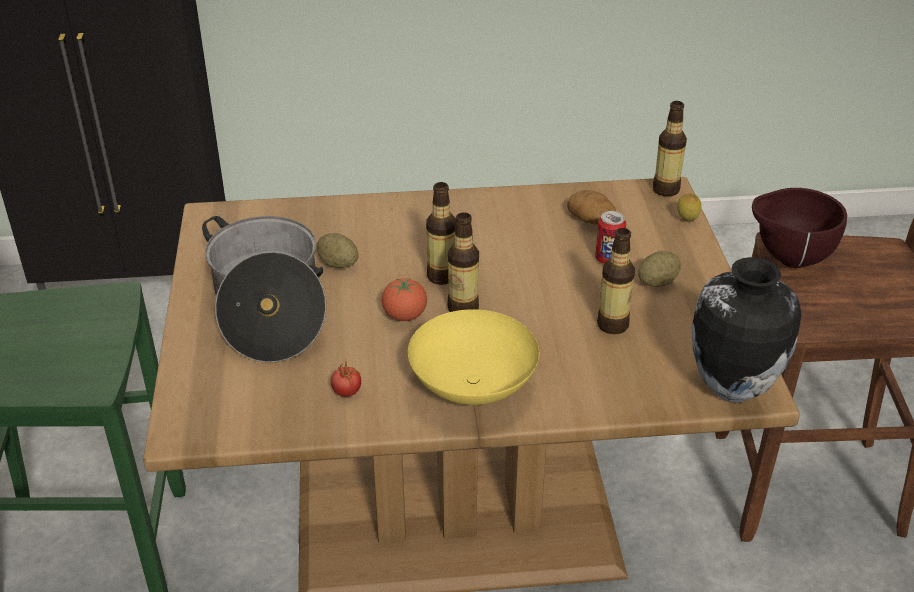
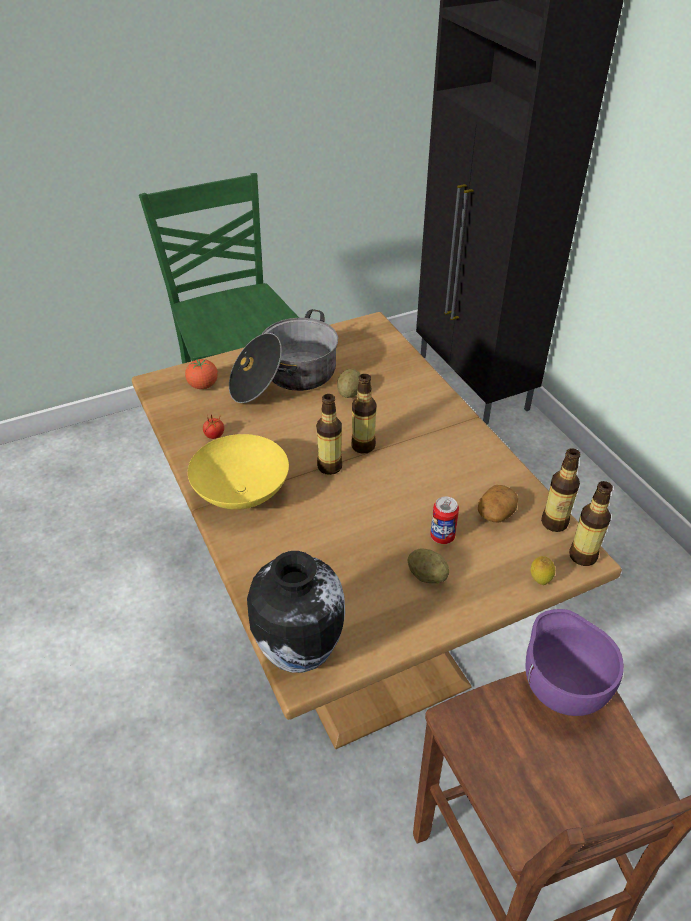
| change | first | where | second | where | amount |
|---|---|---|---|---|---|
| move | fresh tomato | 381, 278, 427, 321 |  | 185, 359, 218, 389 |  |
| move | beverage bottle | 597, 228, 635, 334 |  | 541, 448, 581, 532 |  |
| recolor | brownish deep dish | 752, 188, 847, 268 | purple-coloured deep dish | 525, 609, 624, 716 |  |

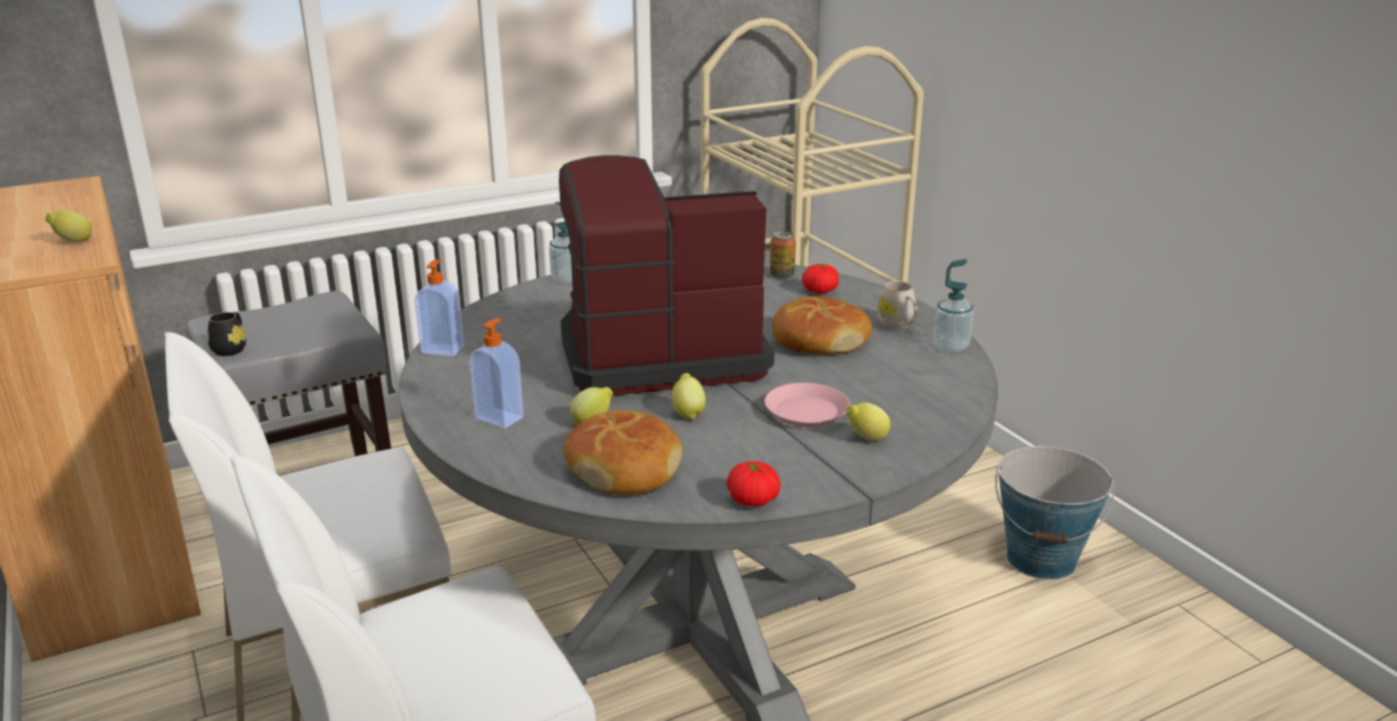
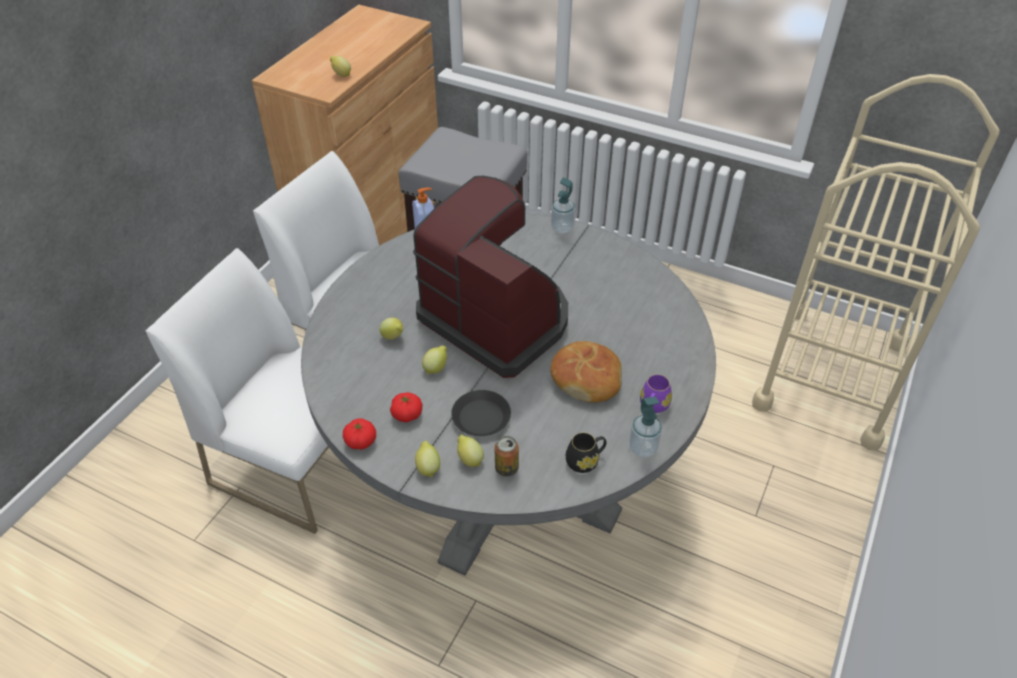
| change | first | where | second | where | amount |
|---|---|---|---|---|---|
| delete | soap bottle | 469, 318, 524, 429 |  |  |  |
| delete | baked bread | 563, 410, 682, 495 |  |  |  |
| delete | bucket | 995, 446, 1115, 580 |  |  |  |
| insert |  |  | whole lemon | 415, 441, 440, 477 |  |
| move | blackish coffee mug | 207, 312, 246, 356 |  | 566, 432, 606, 473 |  |
| move | metal can | 770, 231, 796, 279 |  | 494, 436, 519, 477 |  |
| move | fresh tomato | 802, 264, 839, 293 |  | 390, 392, 422, 422 |  |
| recolor | pink-coloured flat dish | 764, 383, 850, 427 | blackish flat dish | 451, 390, 511, 436 |  |
| recolor | white-coloured coffee mug | 877, 281, 918, 329 | purple-coloured coffee mug | 640, 374, 672, 413 |  |

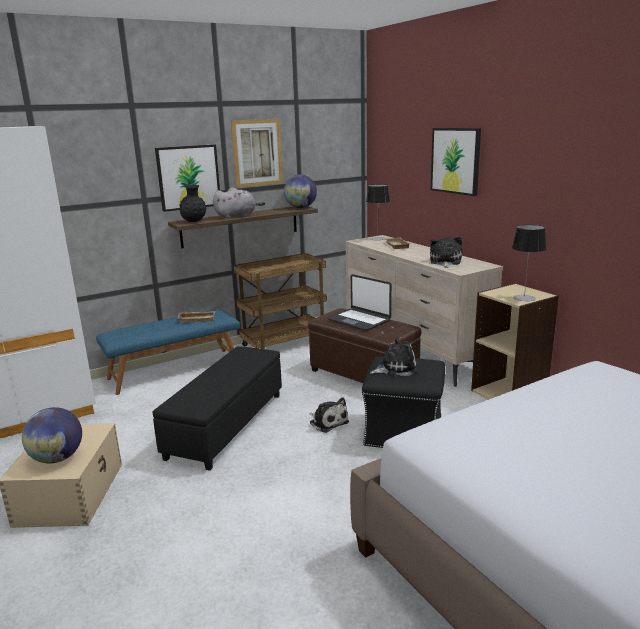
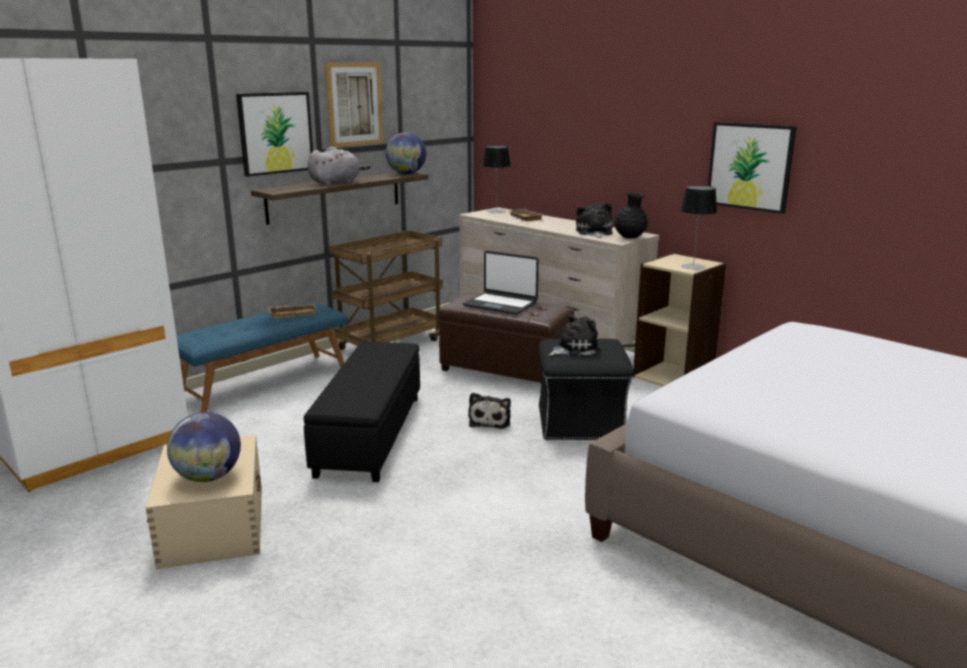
| change | first | where | second | where | amount |
|---|---|---|---|---|---|
| move | blackish flower vase | 179, 185, 206, 222 |  | 614, 192, 648, 239 |  |
| move | picture | 431, 128, 481, 196 |  | 708, 122, 797, 214 |  |
| rotate | soft toy | 309, 397, 349, 433 |  | 468, 393, 511, 429 | 60 degrees clockwise |

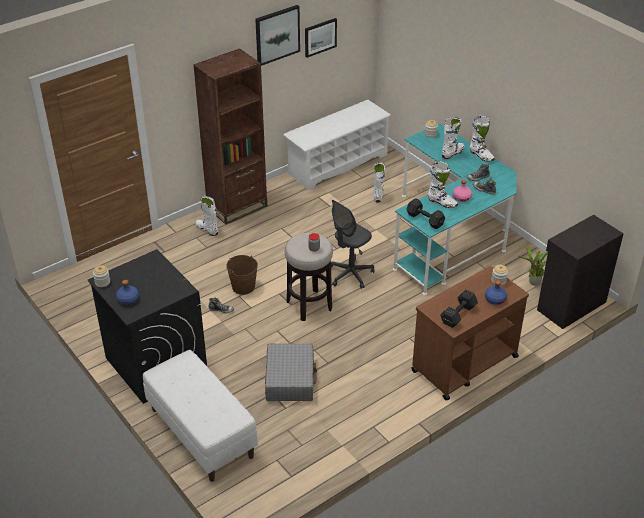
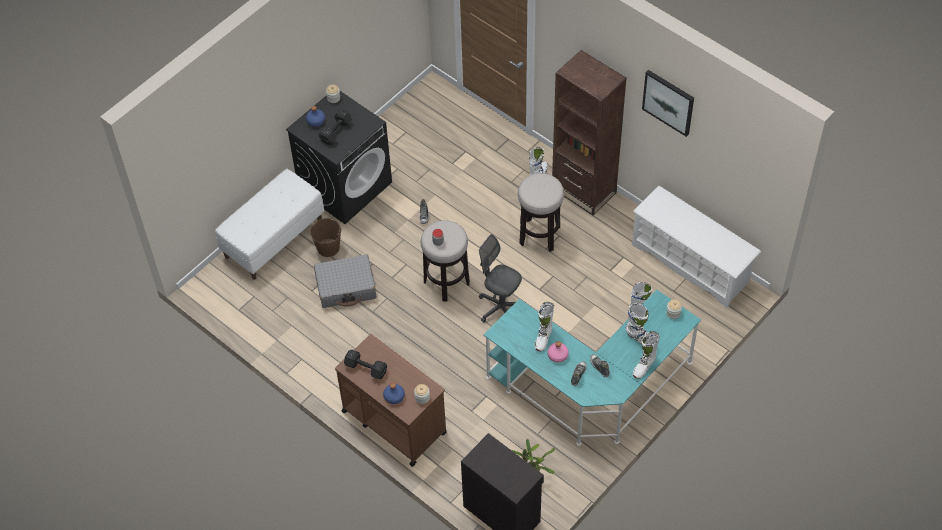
| change | first | where | second | where | amount |
|---|---|---|---|---|---|
| delete | picture | 305, 18, 337, 58 |  |  |  |
| insert |  |  | sitting stool | 518, 173, 564, 252 |  |
| move | brownish bucket | 226, 255, 258, 295 |  | 310, 218, 341, 257 |  |
| move | blackish hand weight | 407, 198, 445, 229 |  | 319, 109, 352, 145 |  |

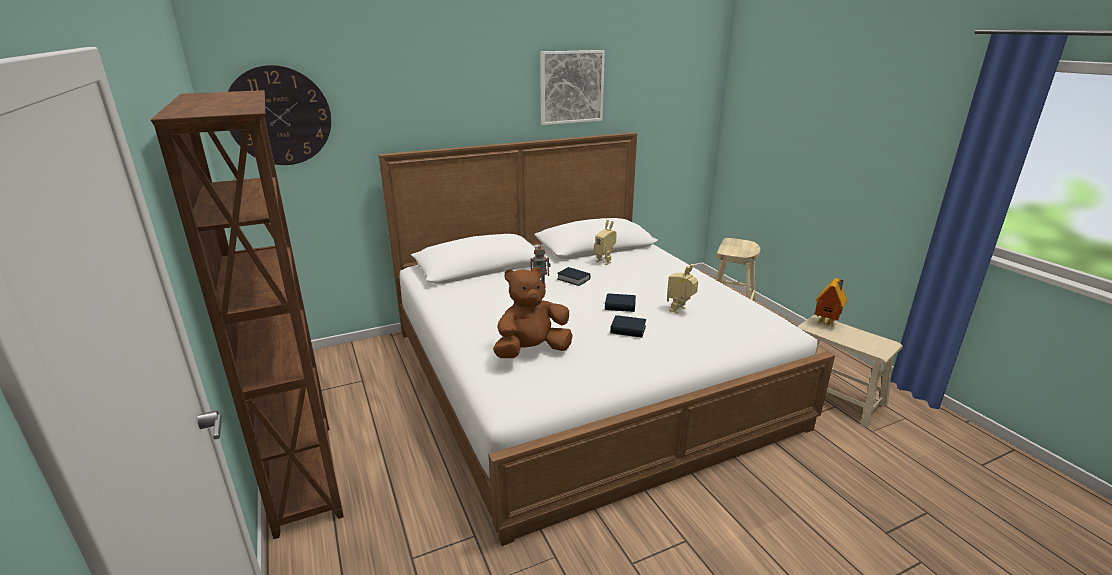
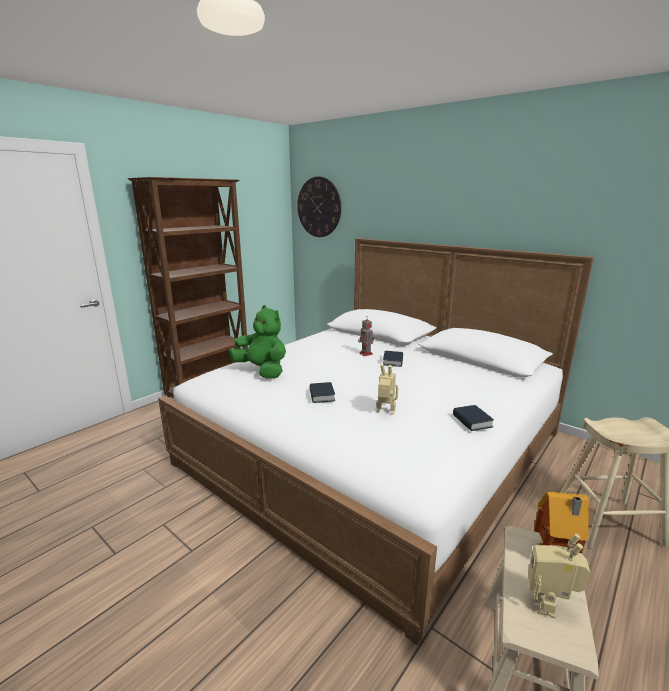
| change | first | where | second | where | amount |
|---|---|---|---|---|---|
| delete | picture | 540, 50, 605, 125 |  |  |  |
| move | toy robot | 594, 220, 617, 265 |  | 528, 534, 591, 618 |  |
| move | volume | 605, 294, 636, 312 |  | 453, 405, 494, 431 |  |
| recolor | brownish soft toy | 493, 267, 572, 358 | greenish soft toy | 229, 305, 286, 378 |  |

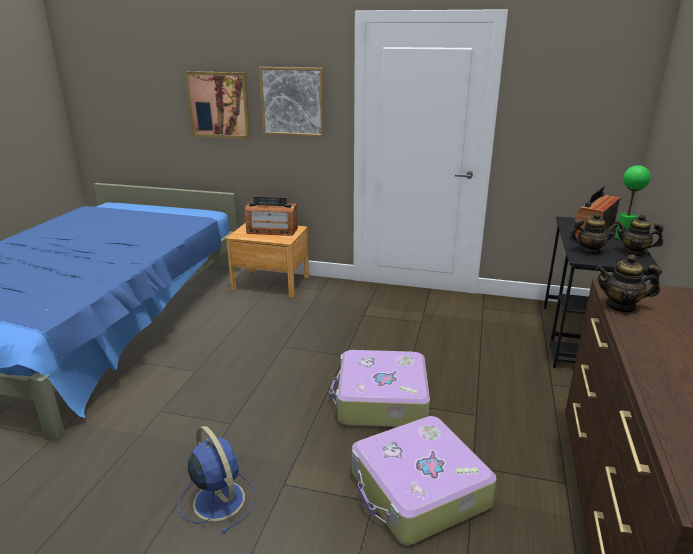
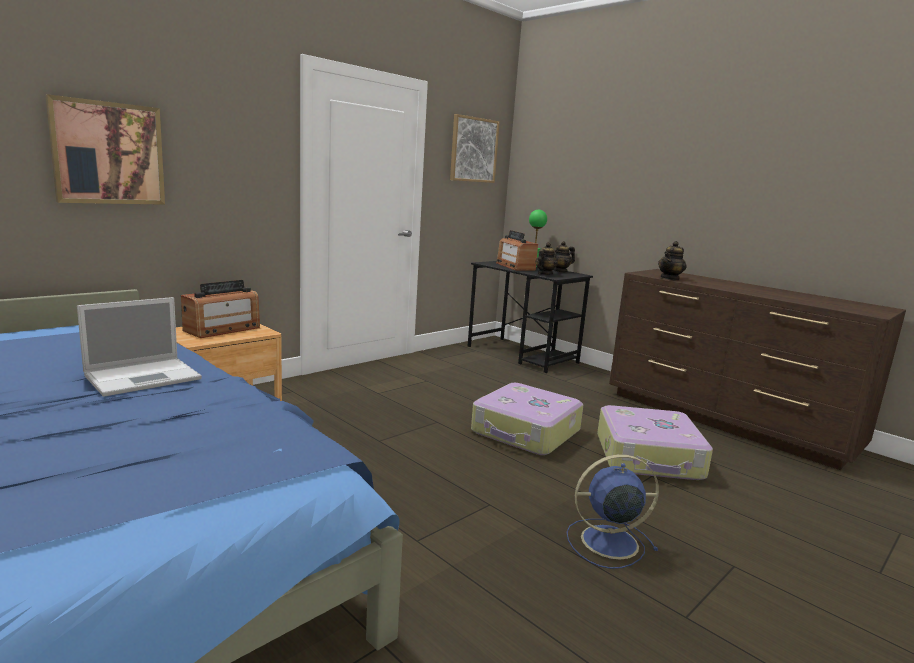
| change | first | where | second | where | amount |
|---|---|---|---|---|---|
| insert |  |  | portable computer | 77, 297, 202, 397 |  |
| move | picture | 259, 67, 325, 137 |  | 450, 114, 500, 183 |  |

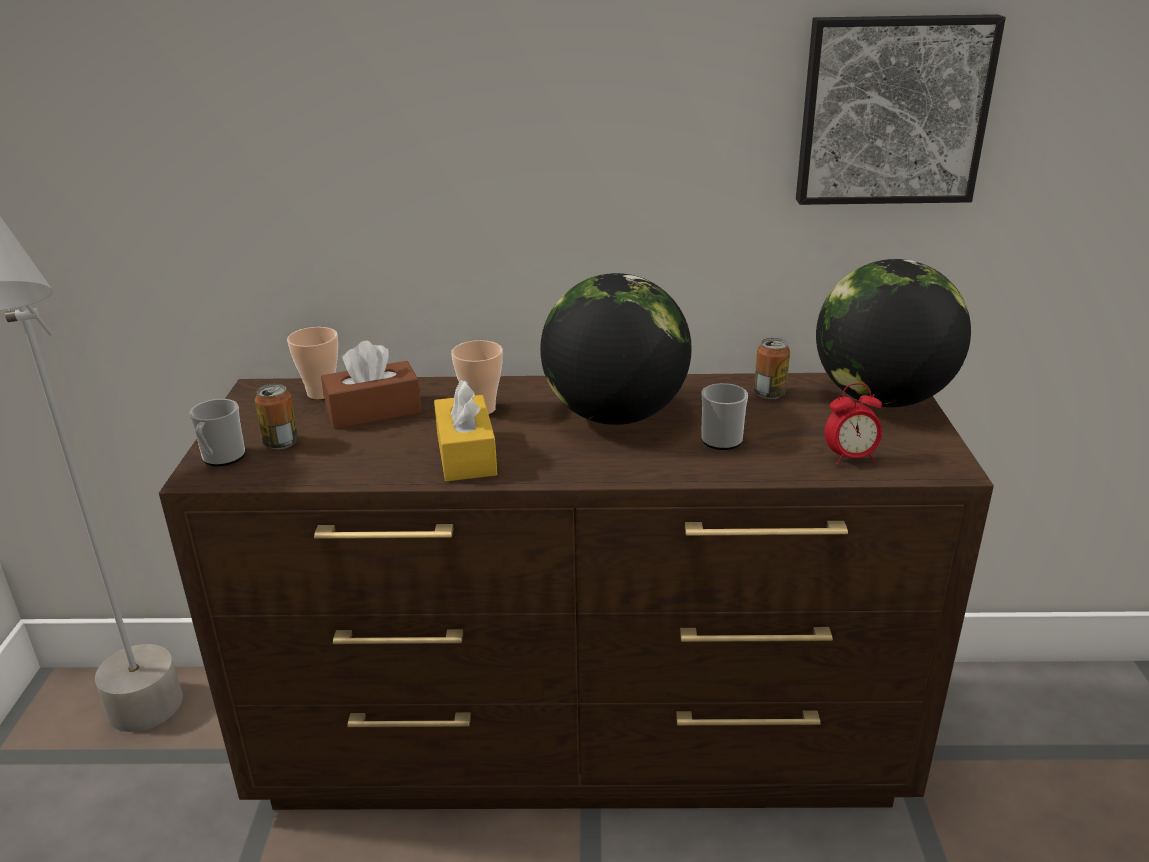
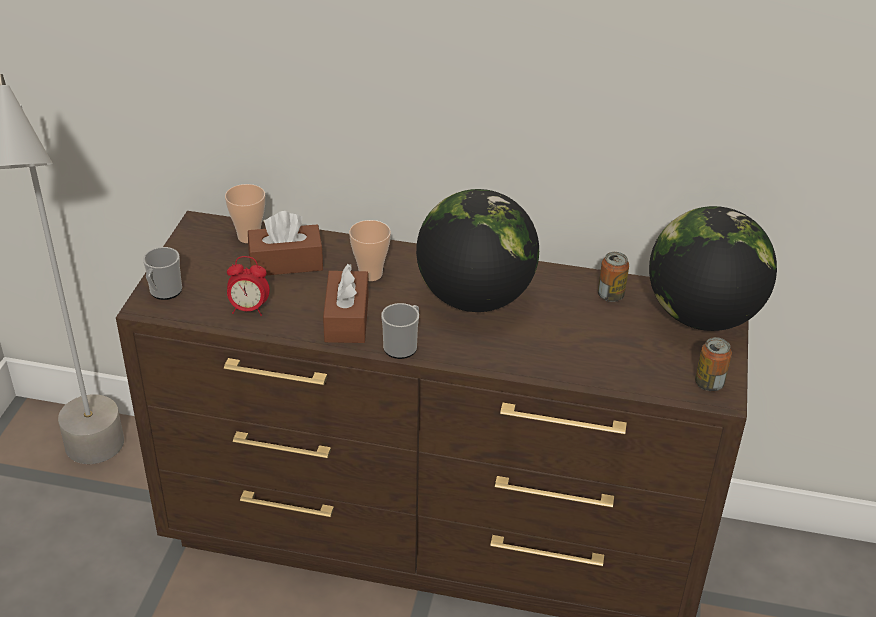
| change | first | where | second | where | amount |
|---|---|---|---|---|---|
| delete | picture | 796, 14, 1006, 205 |  |  |  |
| move | metal can | 255, 383, 298, 450 |  | 695, 337, 732, 391 |  |
| move | coffee mug | 701, 383, 748, 450 |  | 381, 303, 419, 359 |  |
| move | bedside clock | 824, 383, 882, 465 |  | 227, 256, 270, 316 |  |
| recolor | yellow tissue box | 434, 380, 497, 481 | brownish tissue box | 323, 264, 368, 343 |  |

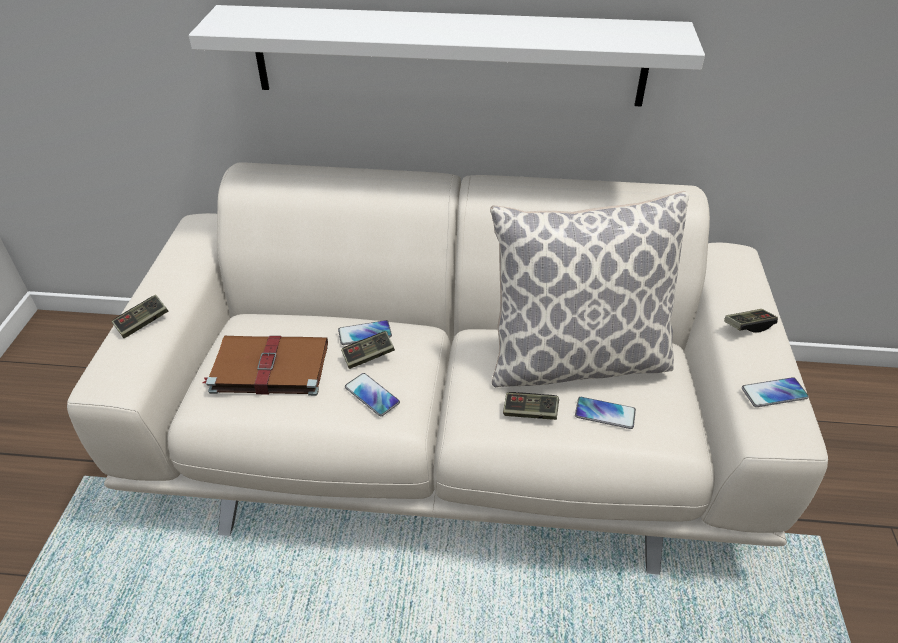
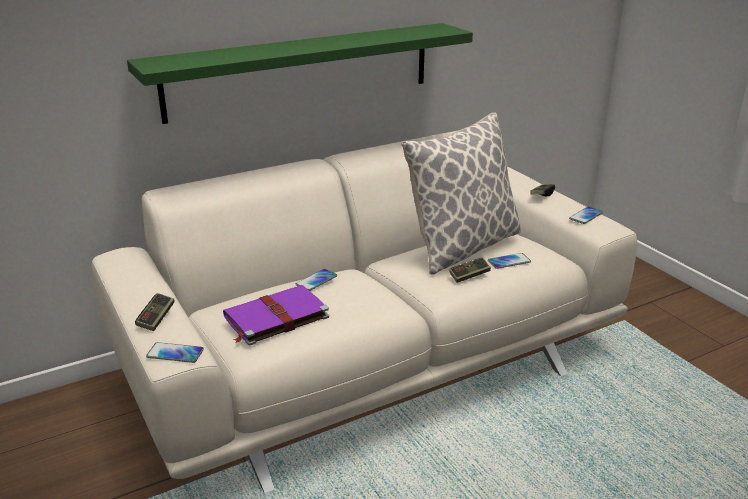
| change | first | where | second | where | amount |
|---|---|---|---|---|---|
| delete | gamepad | 341, 331, 395, 369 |  |  |  |
| move | handset | 345, 373, 400, 416 |  | 146, 342, 204, 363 |  |
| recolor | white-coloured wall shelf | 189, 5, 705, 107 | greenish wall shelf | 127, 23, 473, 124 |  |
| recolor | brownish volume | 202, 336, 328, 396 | purple-coloured volume | 223, 285, 329, 345 |  |

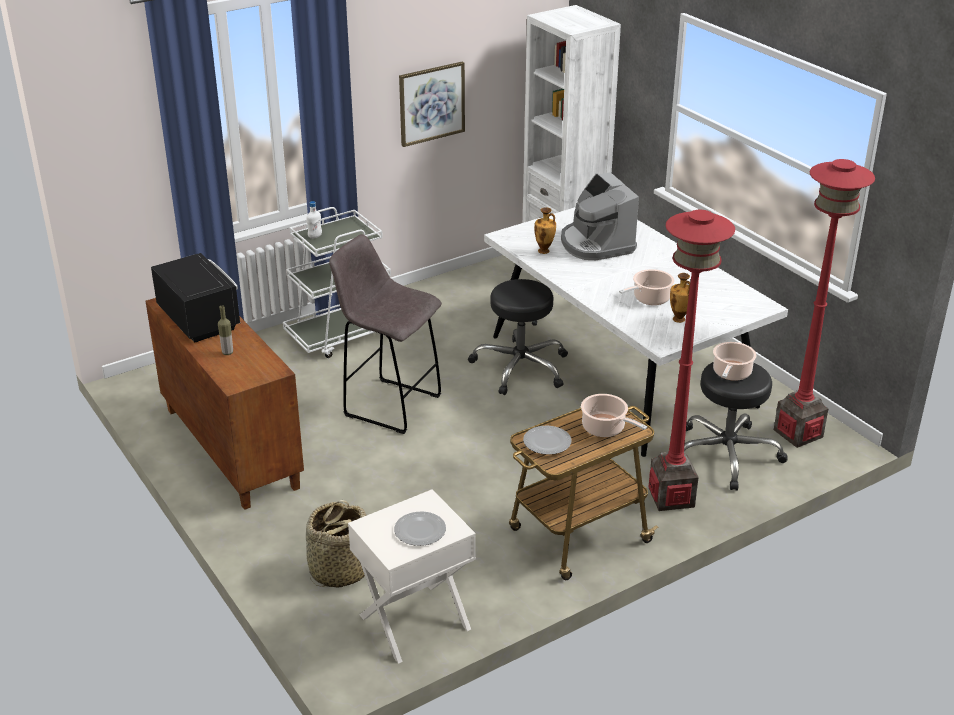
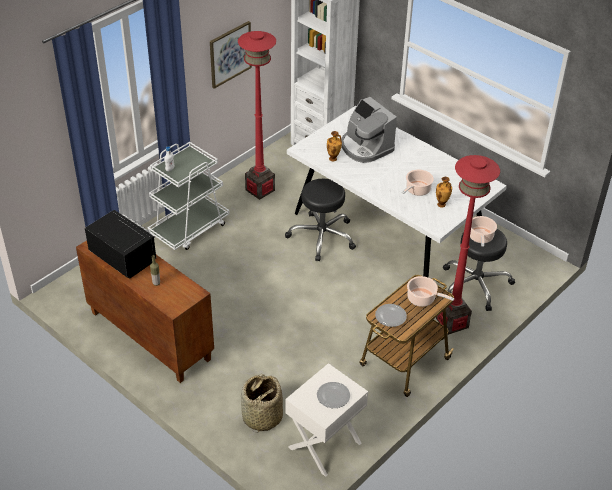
| change | first | where | second | where | amount |
|---|---|---|---|---|---|
| delete | gray sitting stool | 329, 234, 442, 434 |  |  |  |
| move | reddish standard lamp | 774, 159, 875, 448 |  | 238, 31, 276, 200 |  |

